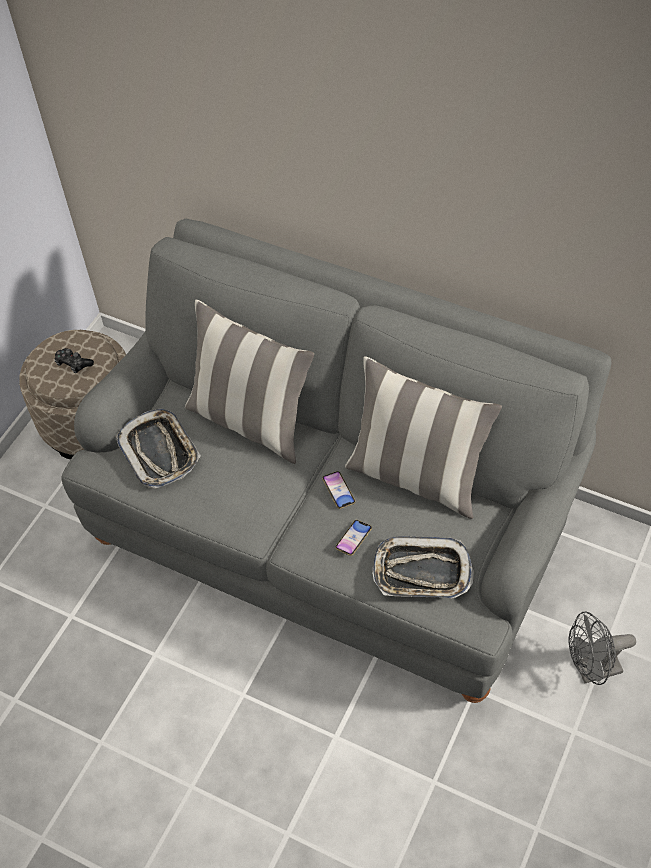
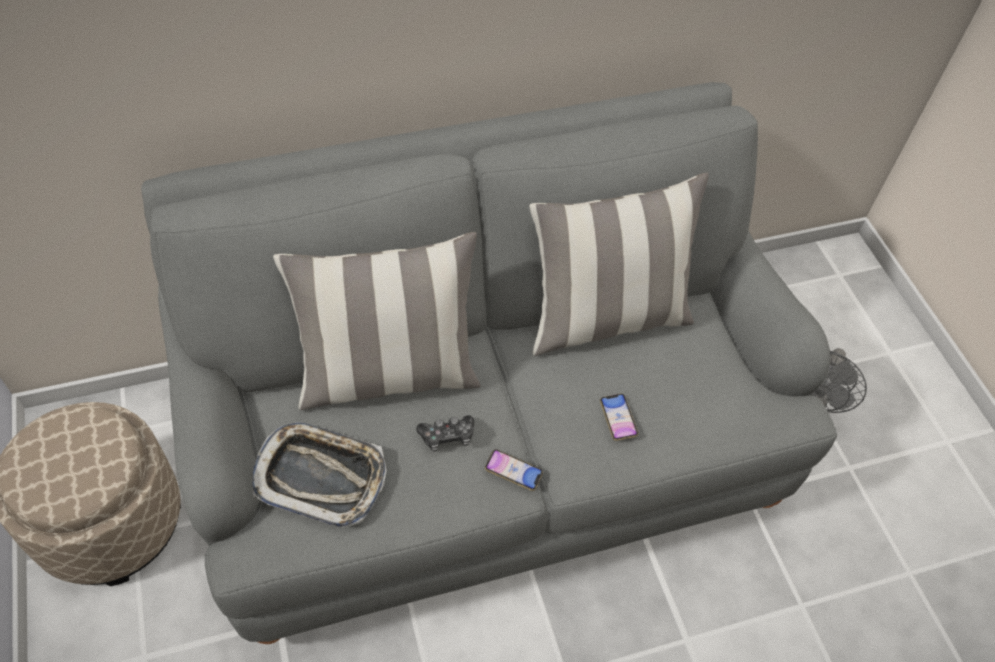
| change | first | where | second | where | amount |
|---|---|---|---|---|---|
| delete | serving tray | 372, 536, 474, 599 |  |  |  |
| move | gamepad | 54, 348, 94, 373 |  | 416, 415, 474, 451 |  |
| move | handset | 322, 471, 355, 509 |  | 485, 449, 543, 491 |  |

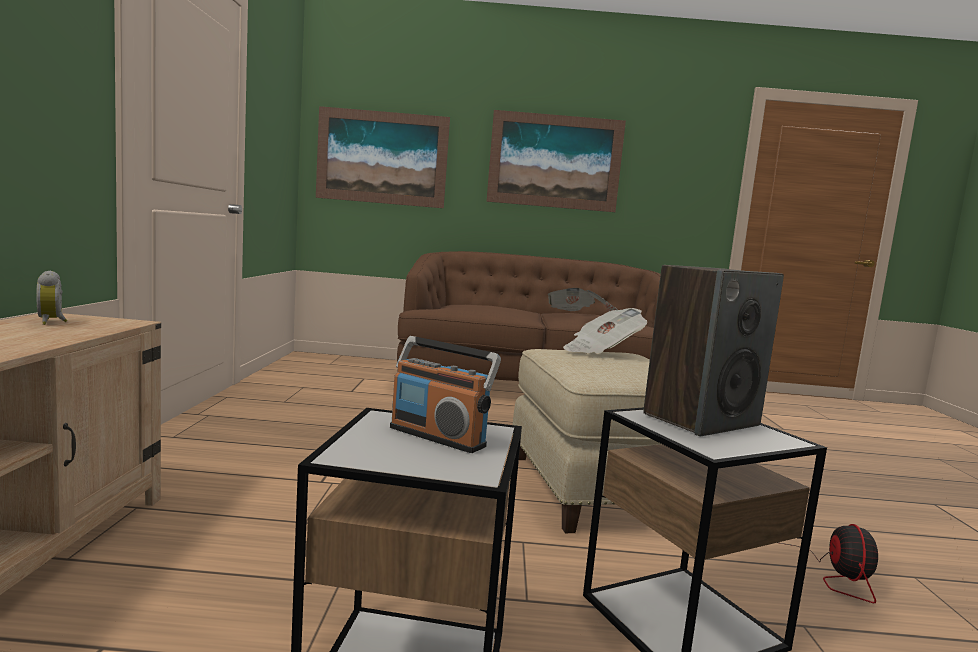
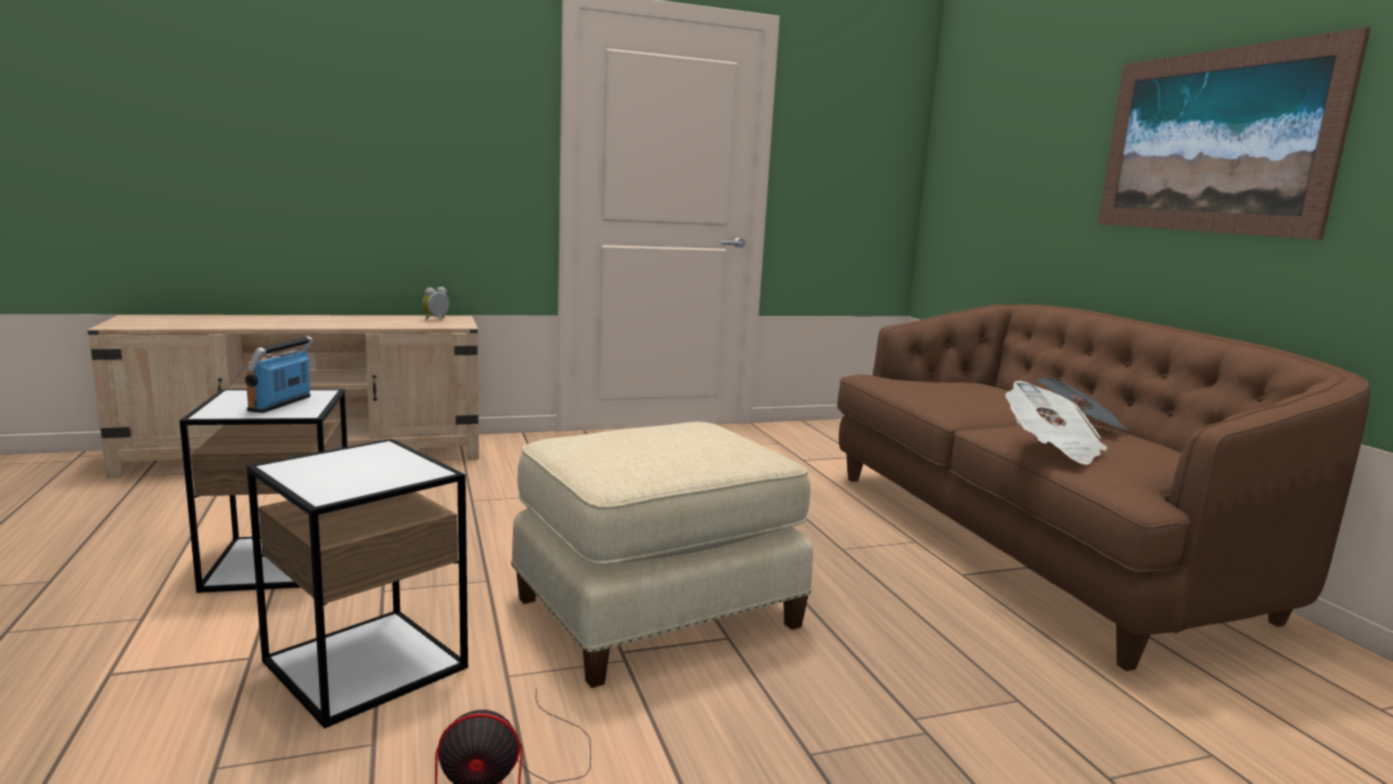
| change | first | where | second | where | amount |
|---|---|---|---|---|---|
| delete | picture | 316, 106, 450, 208 |  |  |  |
| delete | newspaper | 563, 308, 647, 354 |  |  |  |
| delete | loudspeaker | 643, 265, 784, 436 |  |  |  |

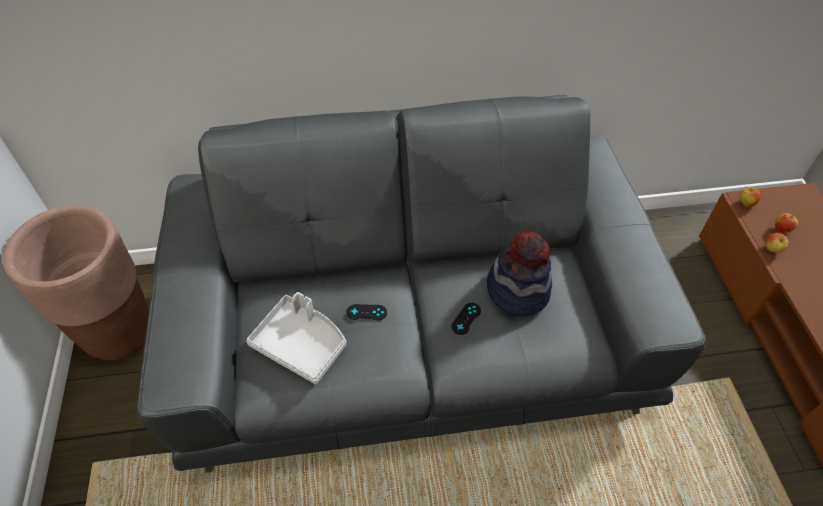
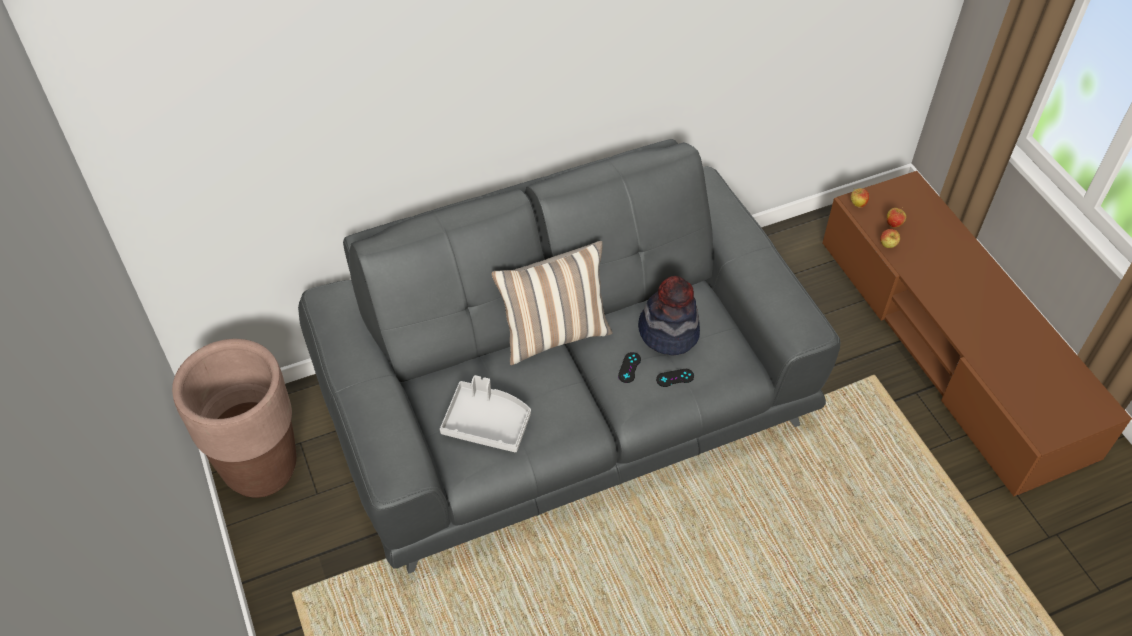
| change | first | where | second | where | amount |
|---|---|---|---|---|---|
| insert |  |  | cushion | 492, 241, 612, 365 |  |
| move | blackish gamepad | 346, 304, 387, 320 |  | 656, 369, 694, 387 |  |

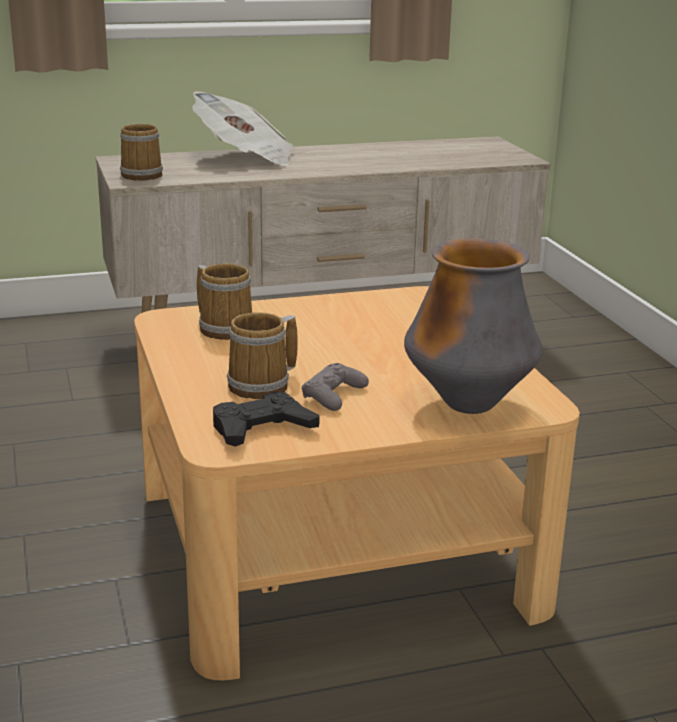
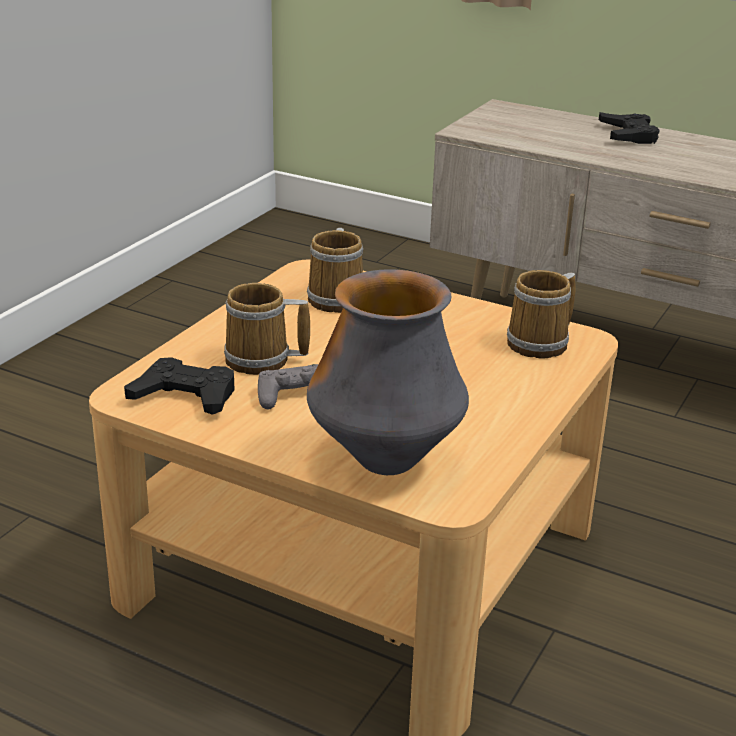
| change | first | where | second | where | amount |
|---|---|---|---|---|---|
| move | coffee mug | 120, 124, 163, 181 |  | 507, 270, 576, 358 |  |
| replace | newspaper | 192, 91, 294, 166 | blackish gamepad | 599, 112, 660, 144 |  |

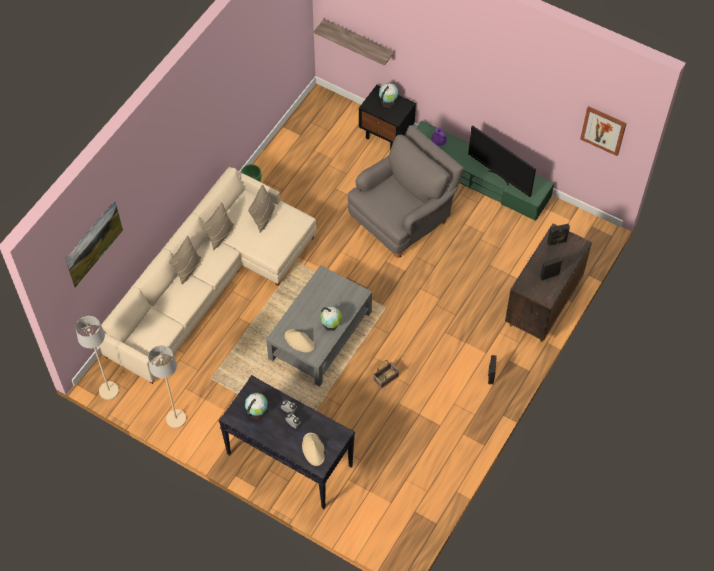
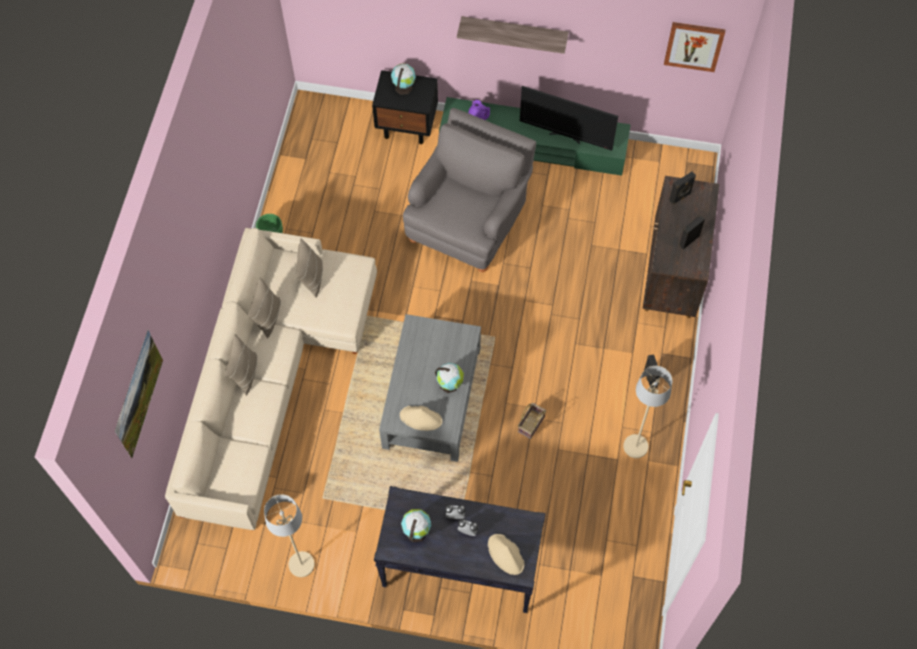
| change | first | where | second | where | amount |
|---|---|---|---|---|---|
| move | beige standard lamp | 76, 316, 119, 400 |  | 623, 366, 672, 458 |  |
| move | wall shelf | 313, 19, 395, 66 |  | 457, 16, 569, 54 |  |

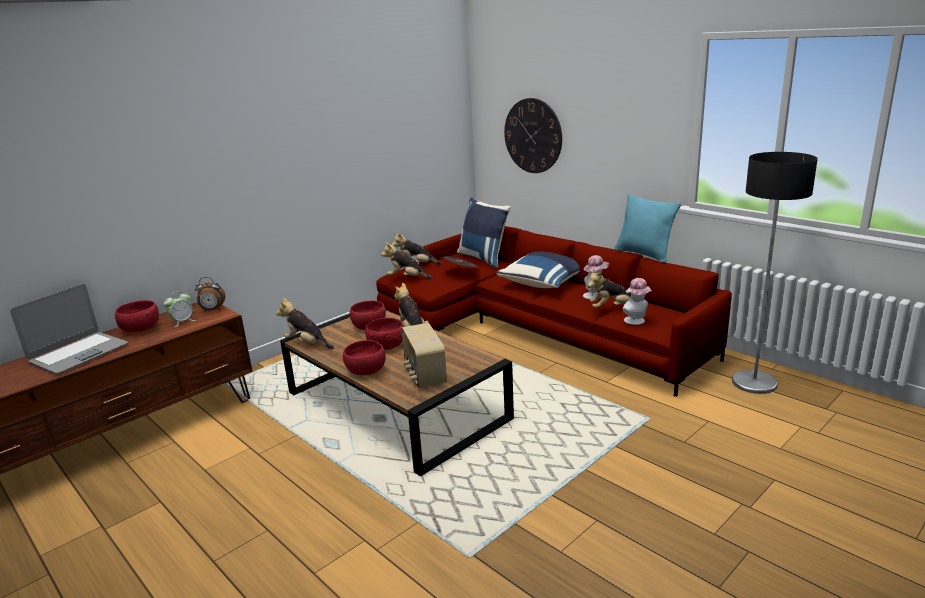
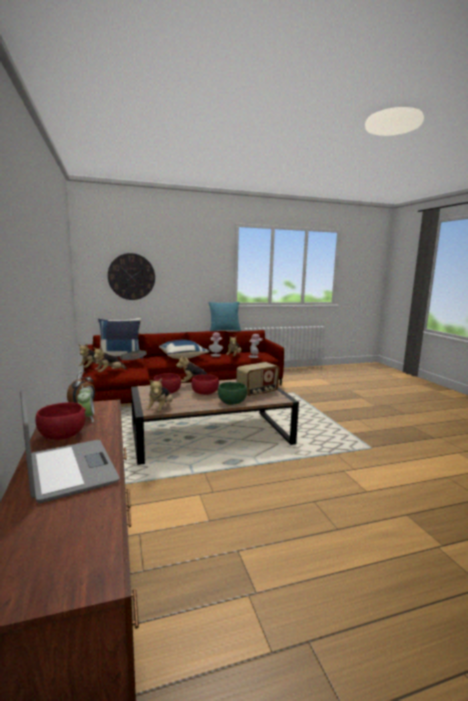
| change | first | where | second | where | amount |
|---|---|---|---|---|---|
| delete | standard lamp | 732, 152, 818, 394 |  |  |  |
| recolor | reddish deep dish | 343, 340, 386, 375 | greenish deep dish | 218, 382, 247, 405 |  |
| rotate | soft toy | 276, 298, 334, 349 |  | 145, 378, 173, 412 | 45 degrees counterclockwise |
| rotate | radio receiver | 401, 323, 447, 388 |  | 237, 362, 279, 397 | 45 degrees counterclockwise |

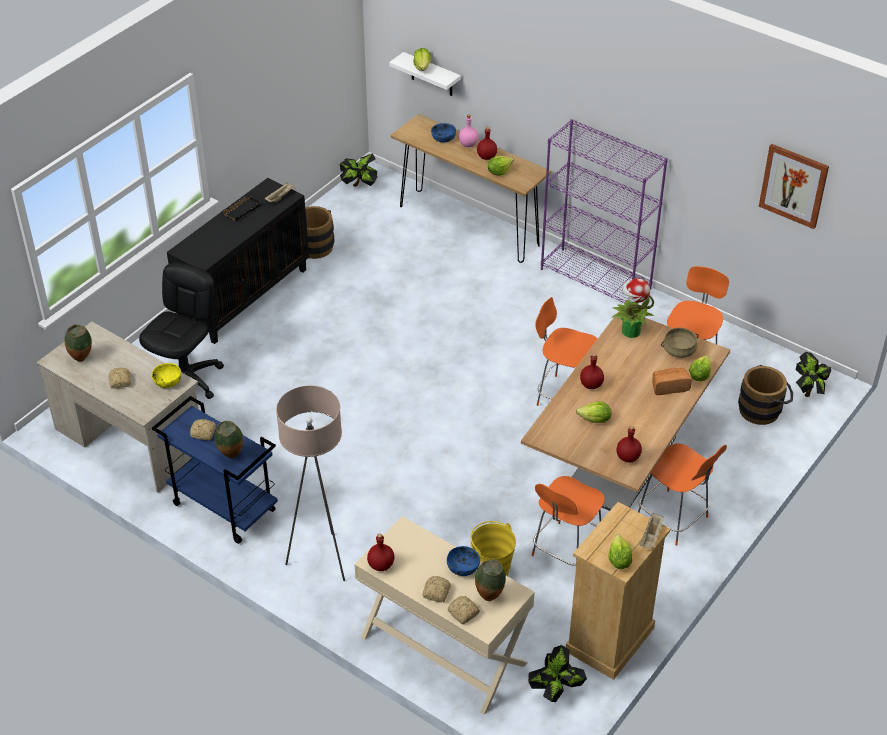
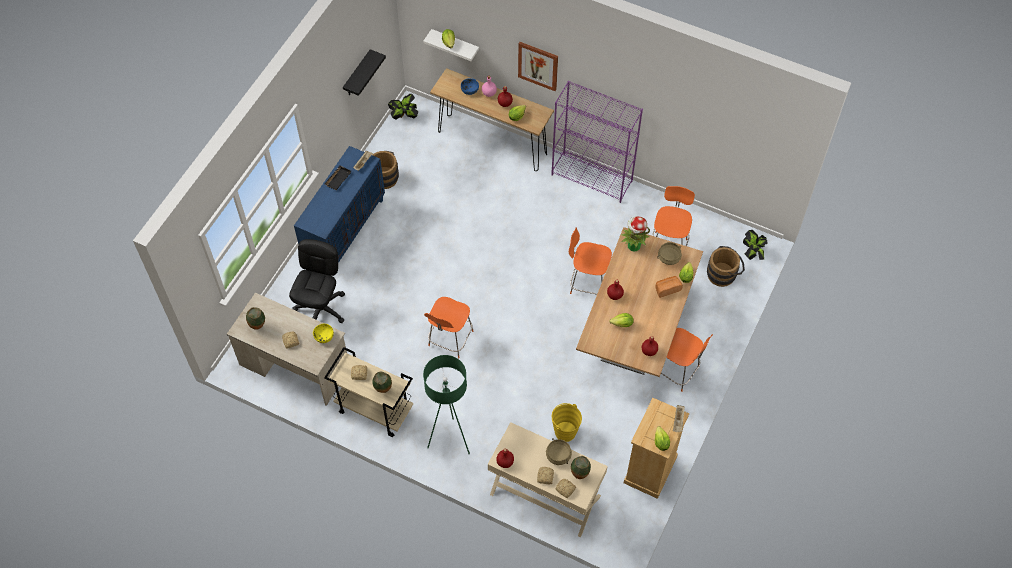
| change | first | where | second | where | amount |
|---|---|---|---|---|---|
| delete | potted plant | 528, 645, 587, 702 |  |  |  |
| insert |  |  | blackish wall shelf | 343, 49, 386, 96 |  |
| move | orange plain chair | 532, 476, 605, 566 |  | 424, 297, 474, 358 |  |
| move | picture | 759, 144, 829, 229 |  | 518, 42, 558, 91 |  |
| replace | blue-coloured deep dish | 447, 546, 480, 576 | beige cooking pot | 546, 438, 572, 465 |  |
| recolor | blue-coloured trolley | 152, 396, 278, 544 | beige trolley | 324, 347, 413, 437 |  |
| recolor | blackish storage cabinet | 167, 178, 309, 344 | blue-coloured storage cabinet | 294, 146, 385, 263 |  |
| recolor | beige standard lamp | 276, 385, 345, 581 | greenish standard lamp | 423, 355, 470, 455 |  |

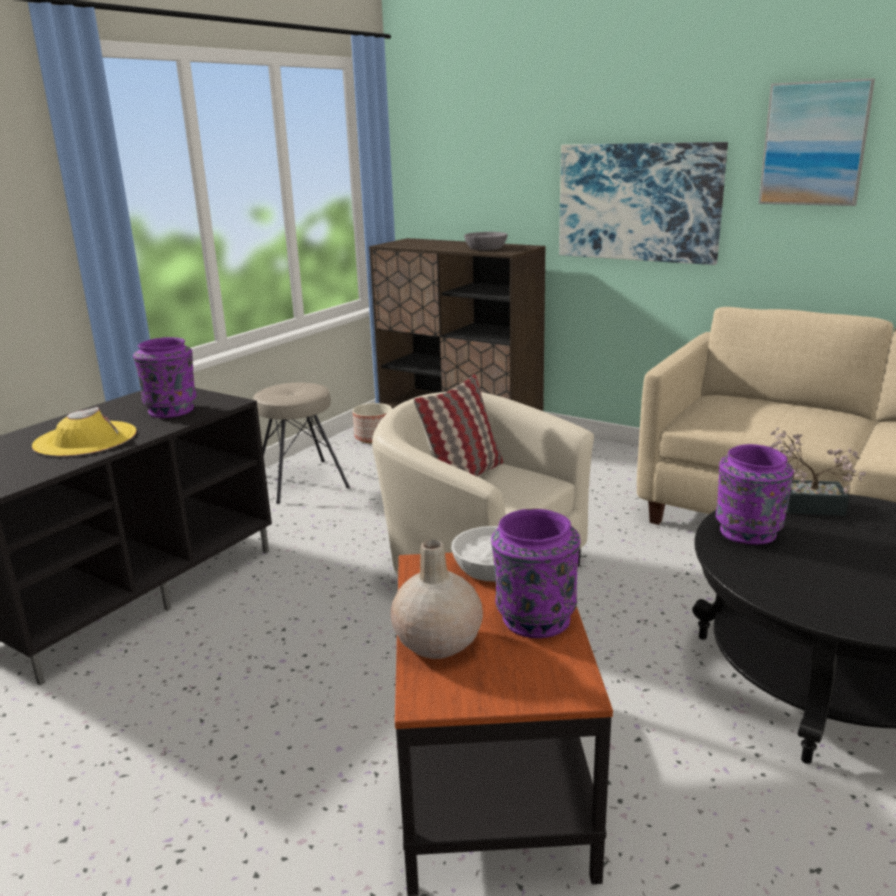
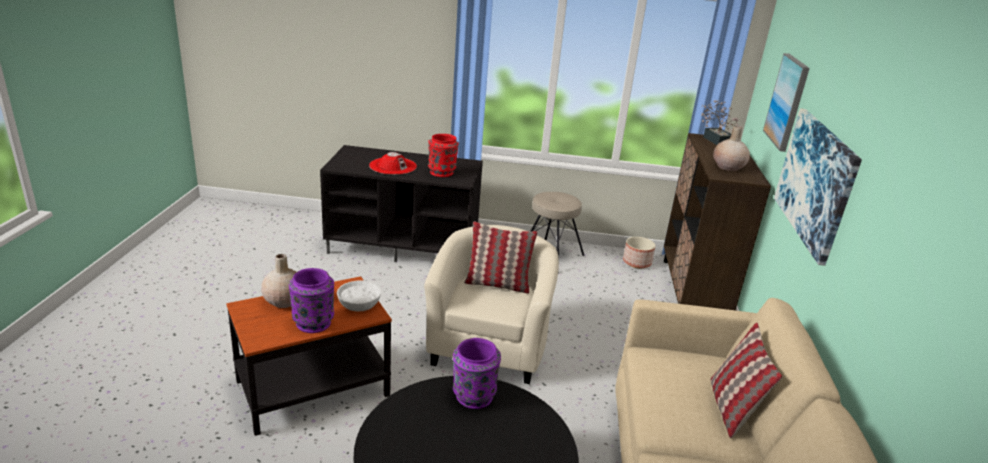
| change | first | where | second | where | amount |
|---|---|---|---|---|---|
| insert |  |  | cushion | 711, 322, 783, 438 |  |
| move | picture | 758, 78, 875, 206 |  | 763, 53, 810, 152 |  |
| move | potted plant | 770, 427, 866, 516 |  | 701, 100, 742, 145 |  |
| replace | gray deep dish | 464, 232, 508, 250 | beige flower vase | 713, 126, 750, 171 |  |
| recolor | yellow wearable hat | 32, 407, 137, 456 | reddish wearable hat | 369, 152, 417, 175 |  |
| recolor | purple-coloured flower vase | 133, 337, 197, 418 | reddish flower vase | 428, 134, 459, 177 |  |

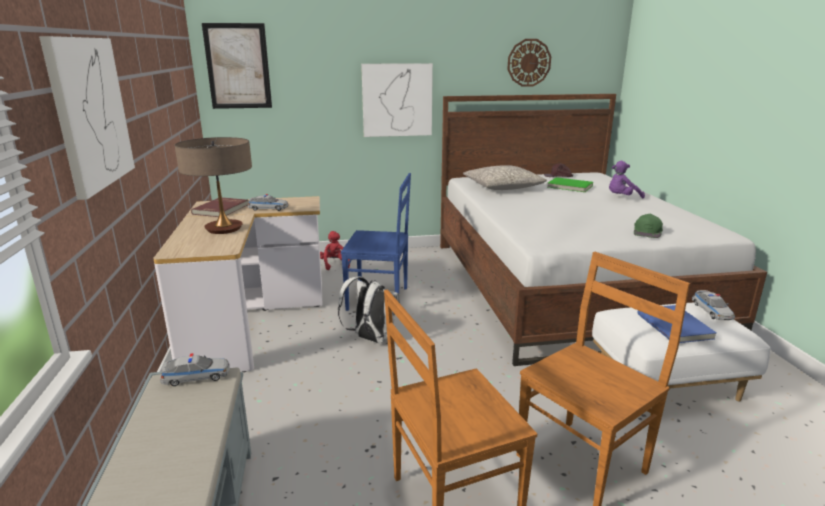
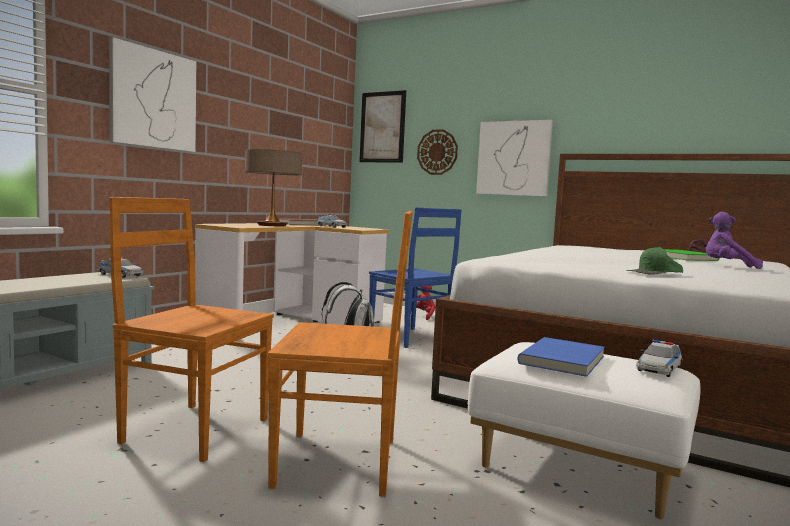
| change | first | where | second | where | amount |
|---|---|---|---|---|---|
| delete | gray cushion | 463, 165, 547, 190 |  |  |  |
| move | clock on the wall | 507, 39, 551, 87 |  | 417, 129, 458, 175 |  |

